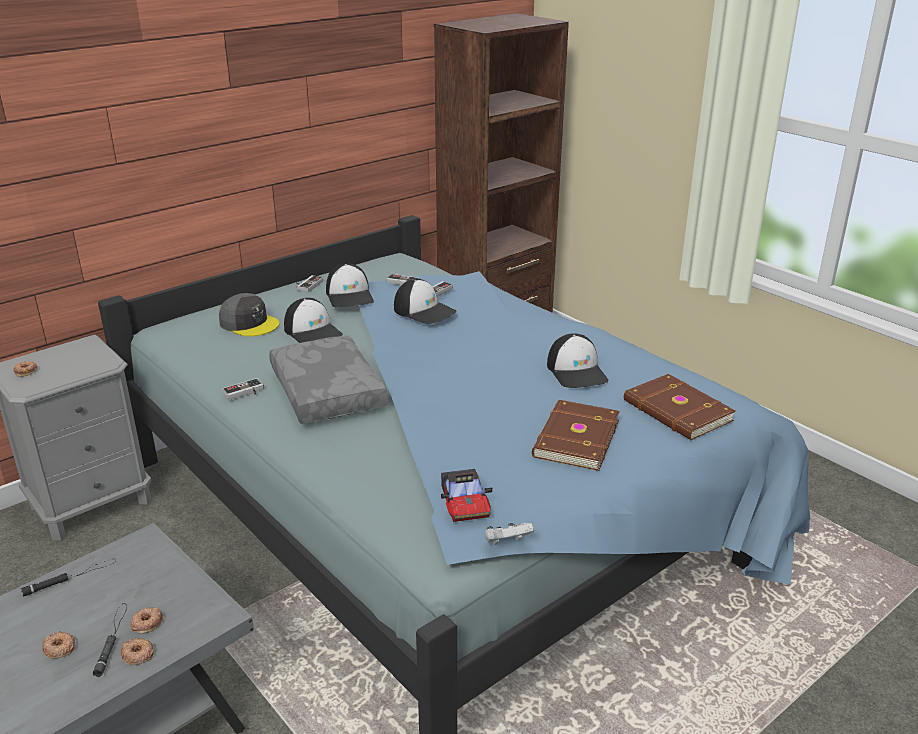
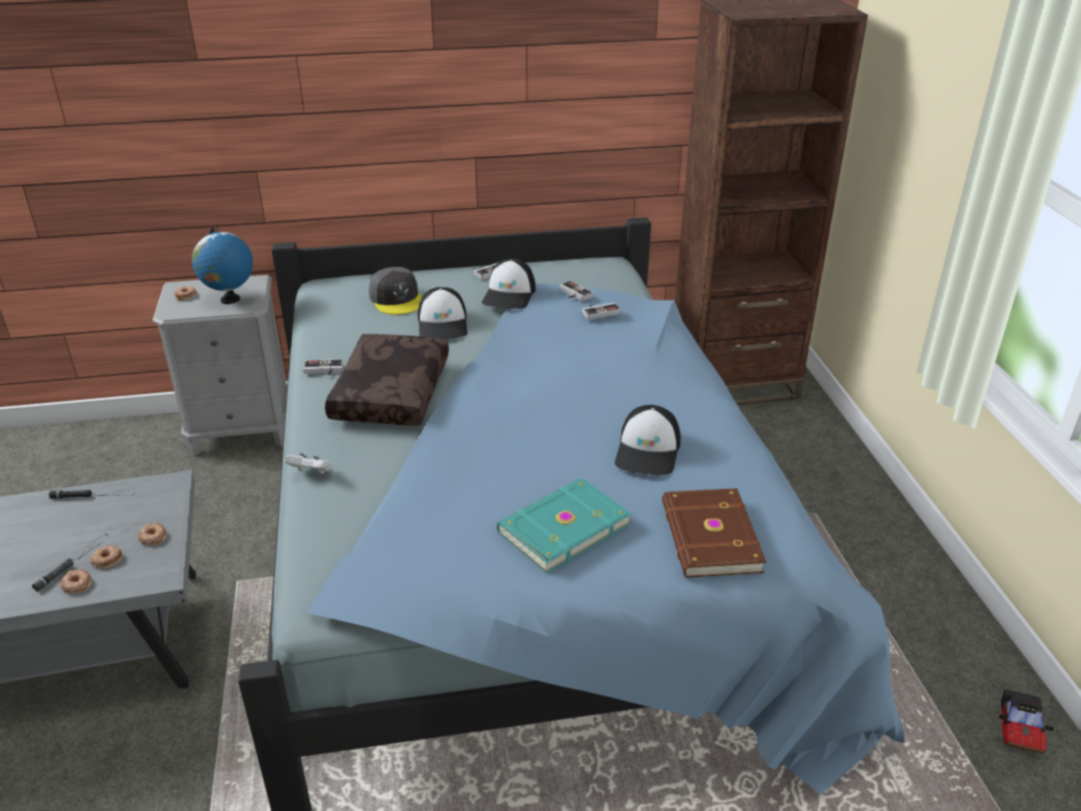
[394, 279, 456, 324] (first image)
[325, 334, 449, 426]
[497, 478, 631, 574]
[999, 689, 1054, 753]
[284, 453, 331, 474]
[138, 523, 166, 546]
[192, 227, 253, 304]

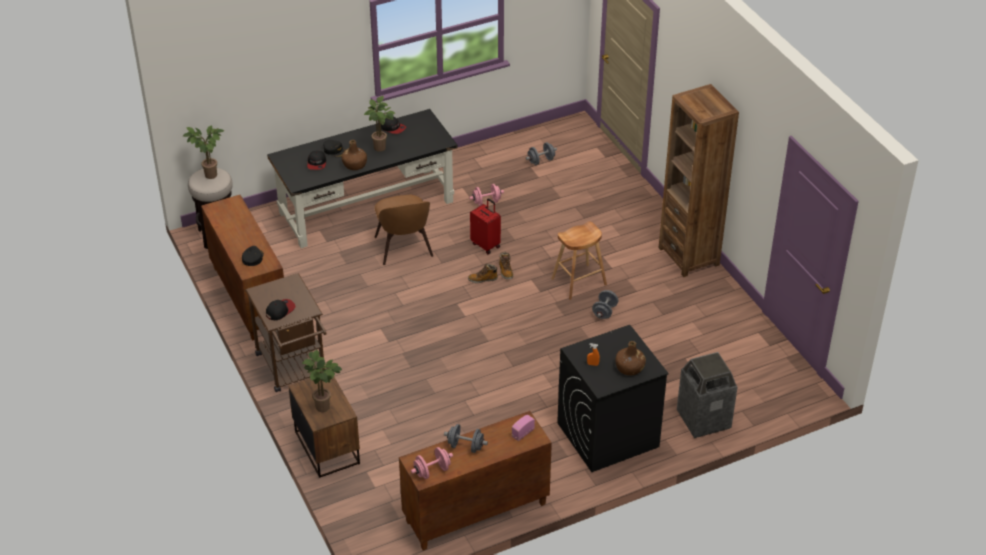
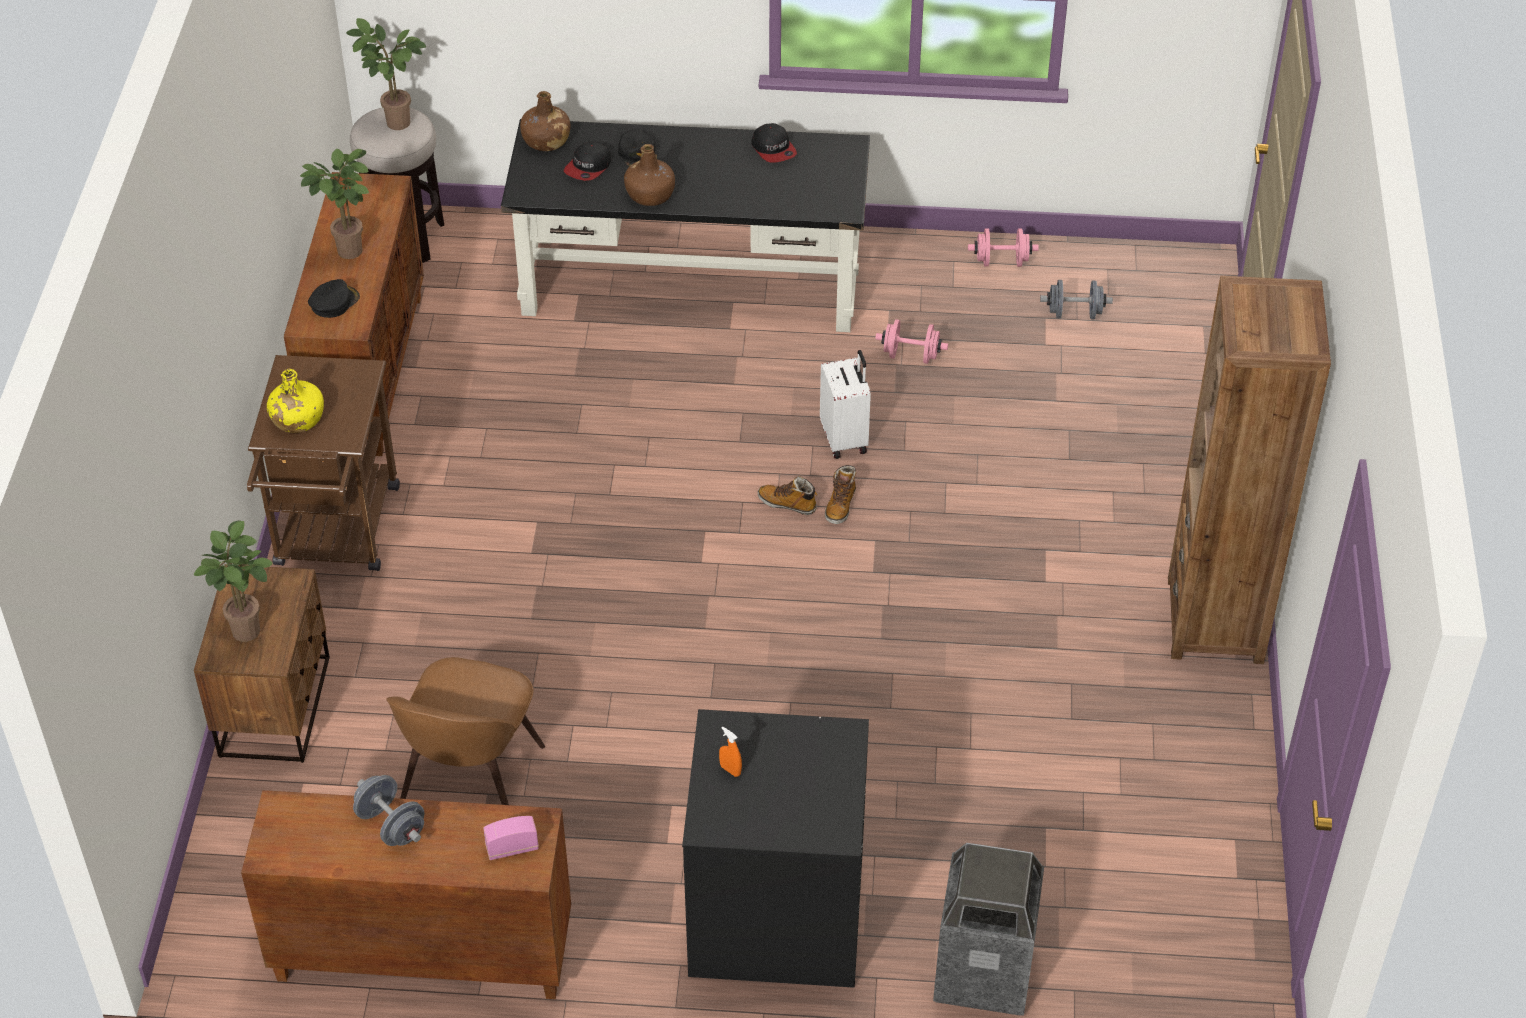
[300, 149, 369, 259]
[386, 657, 545, 805]
[820, 350, 871, 459]
[551, 221, 607, 300] (first image)
[592, 290, 618, 319] (first image)
[267, 369, 324, 433]
[520, 91, 570, 151]
[968, 228, 1039, 267]

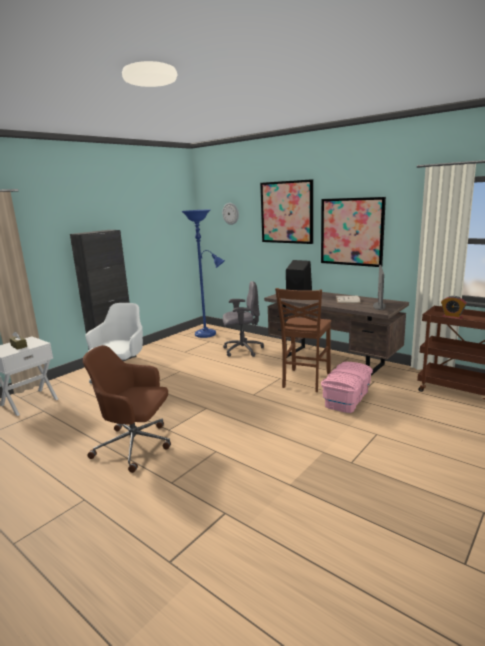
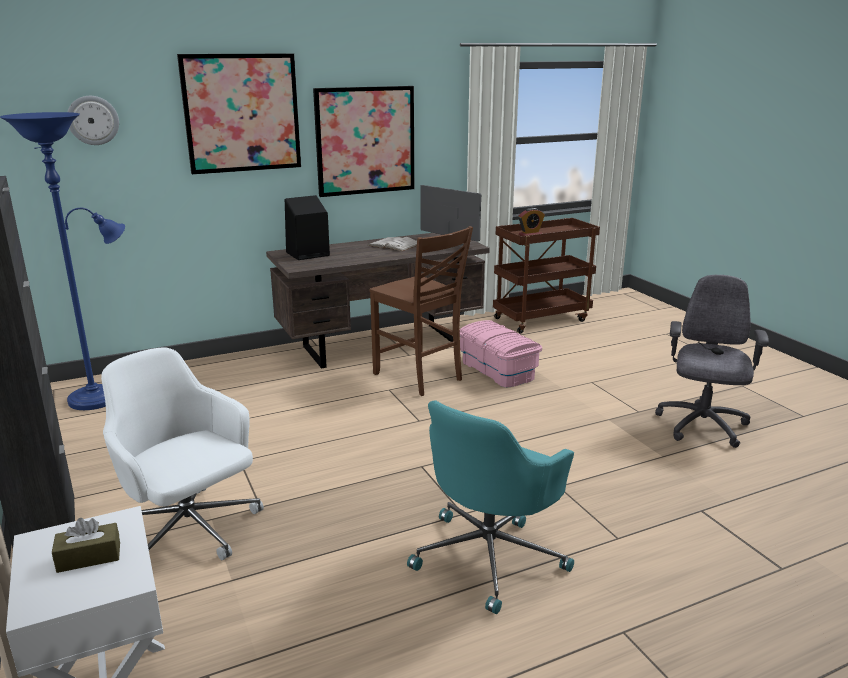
[655, 275, 769, 448]
[407, 401, 574, 614]

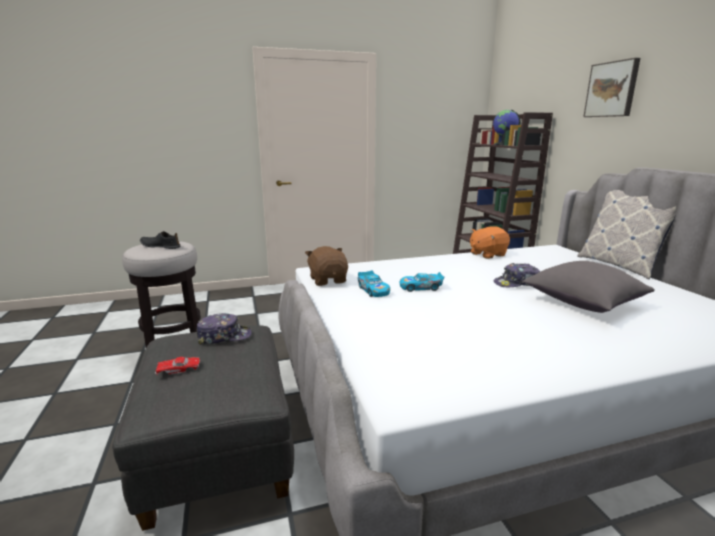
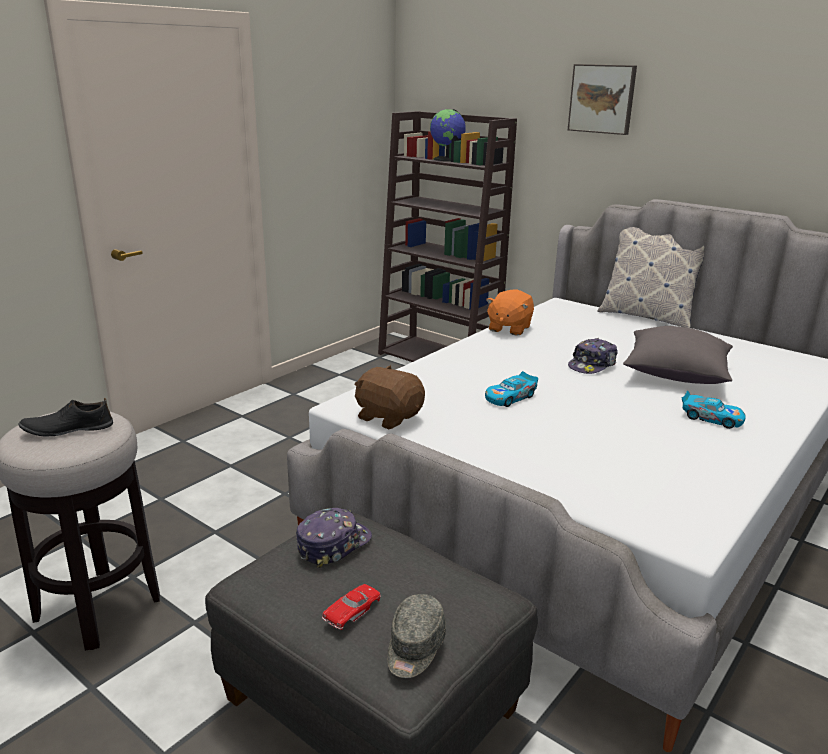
[682, 391, 746, 429]
[387, 594, 446, 678]

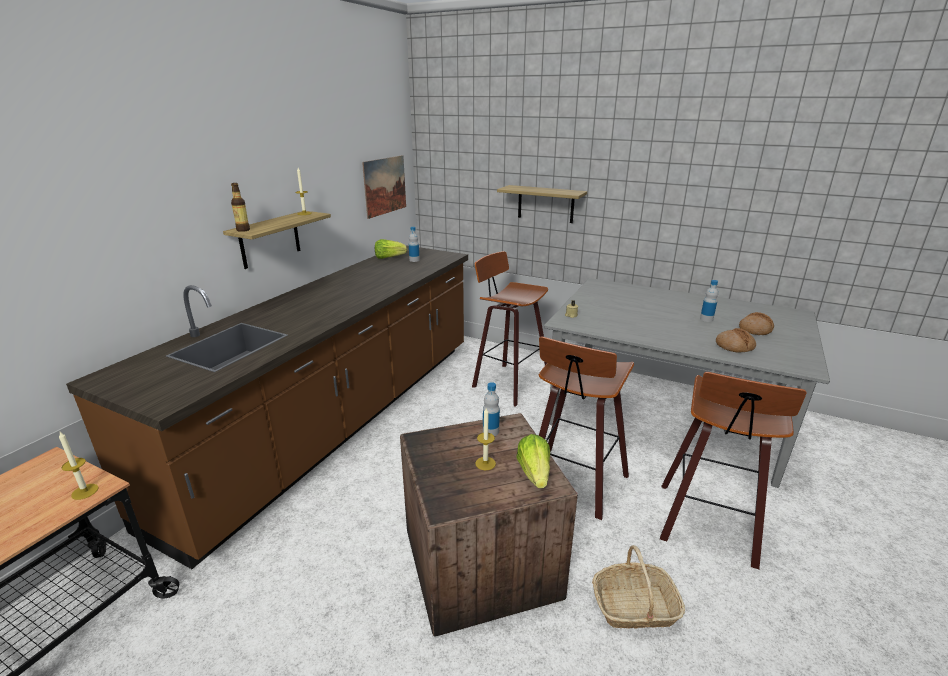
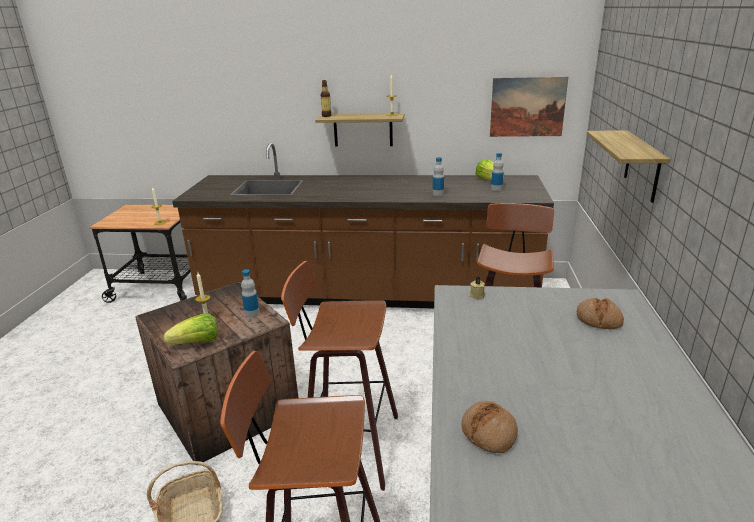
[433, 157, 444, 196]
[576, 298, 624, 329]

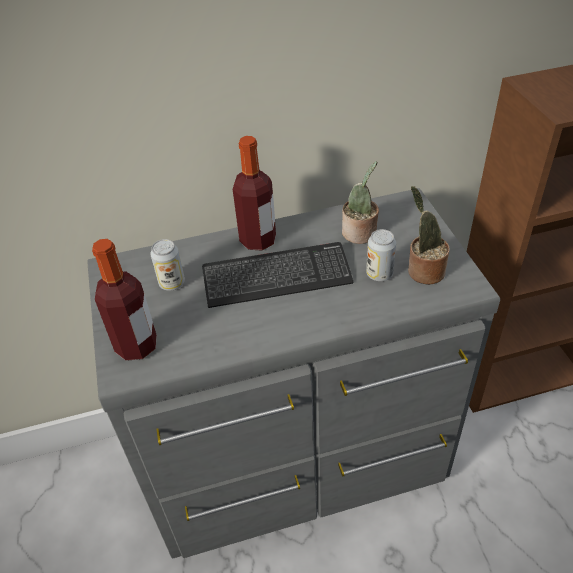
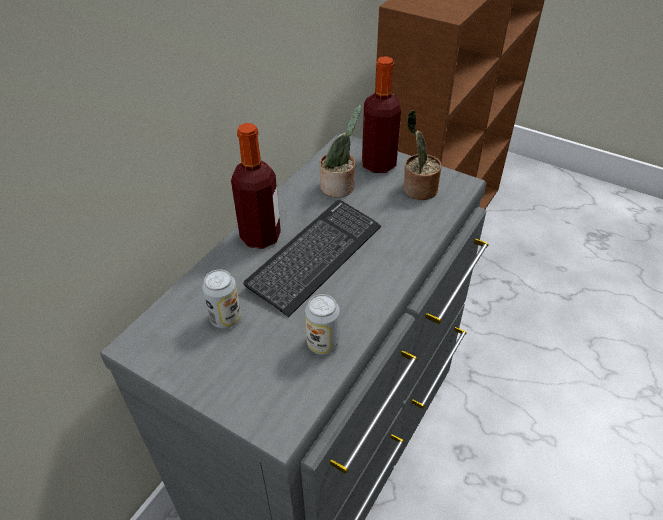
[305, 294, 340, 355]
[362, 57, 401, 173]

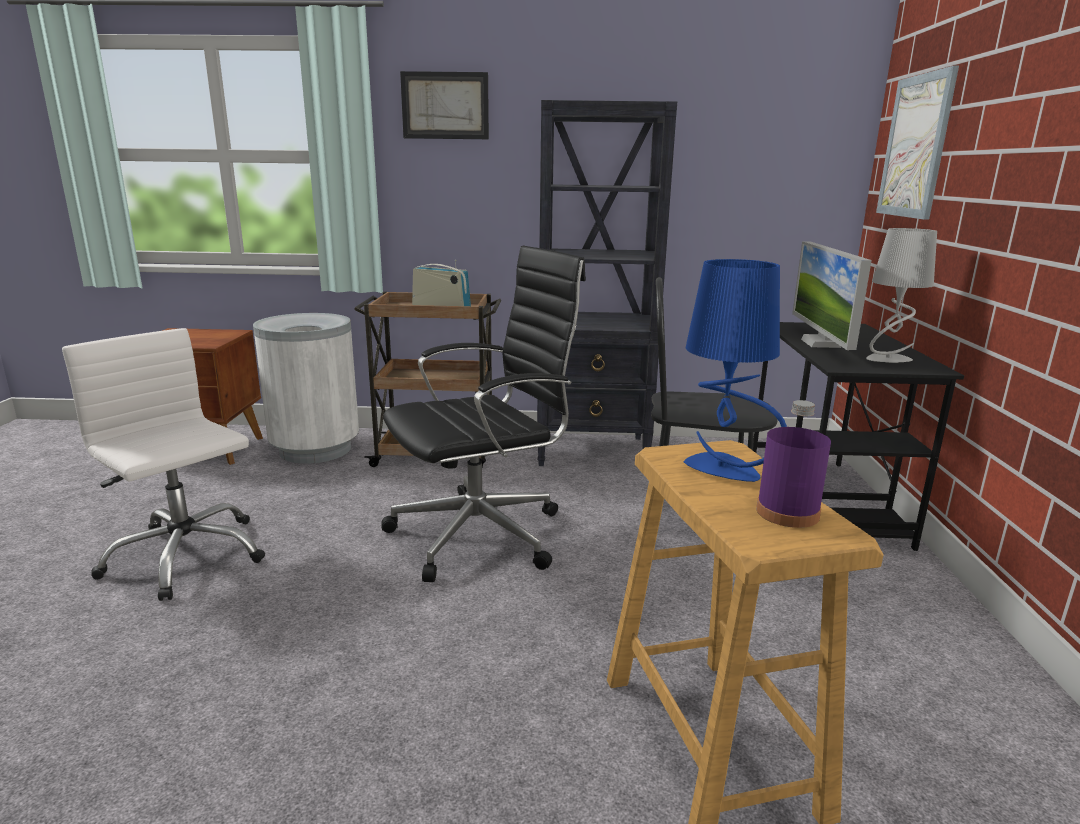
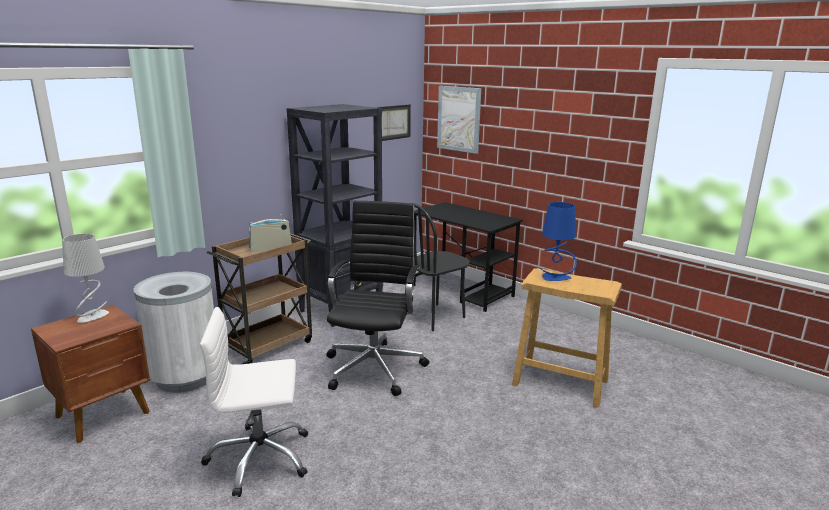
[377, 104, 411, 141]
[62, 233, 109, 323]
[792, 241, 872, 350] (first image)
[756, 400, 831, 528] (first image)

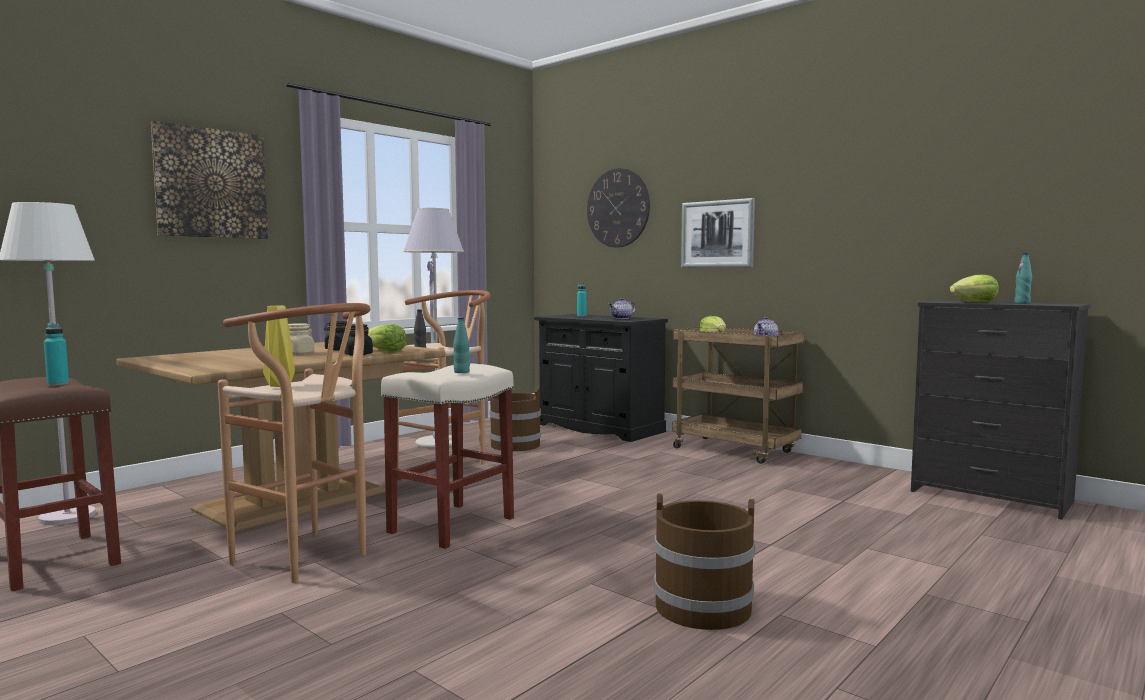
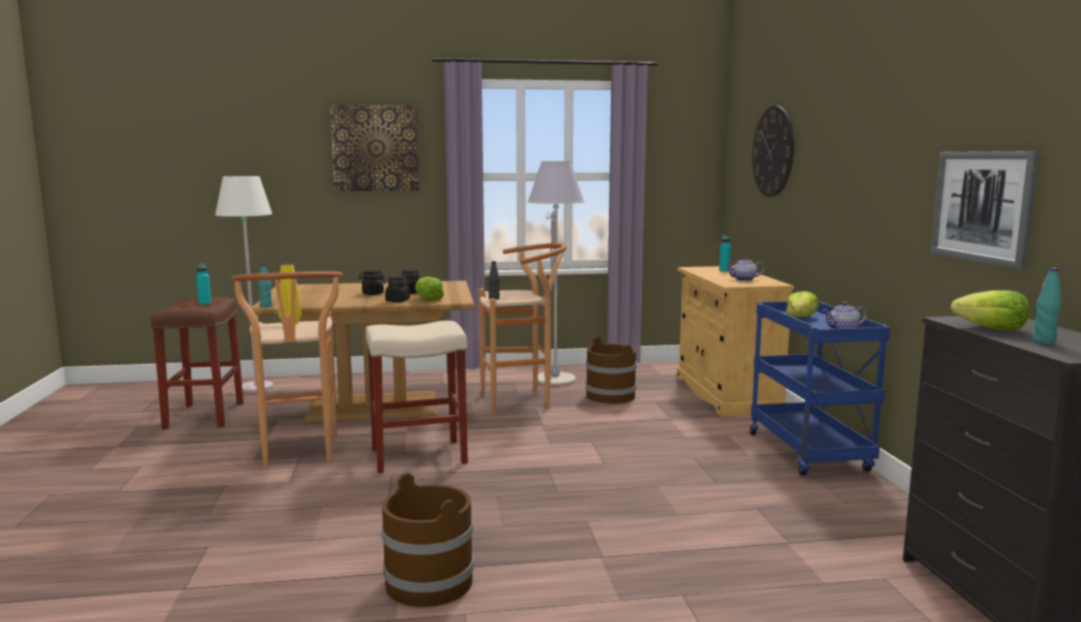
[930, 151, 1040, 270]
[677, 266, 794, 417]
[258, 264, 272, 307]
[359, 270, 386, 295]
[750, 301, 890, 476]

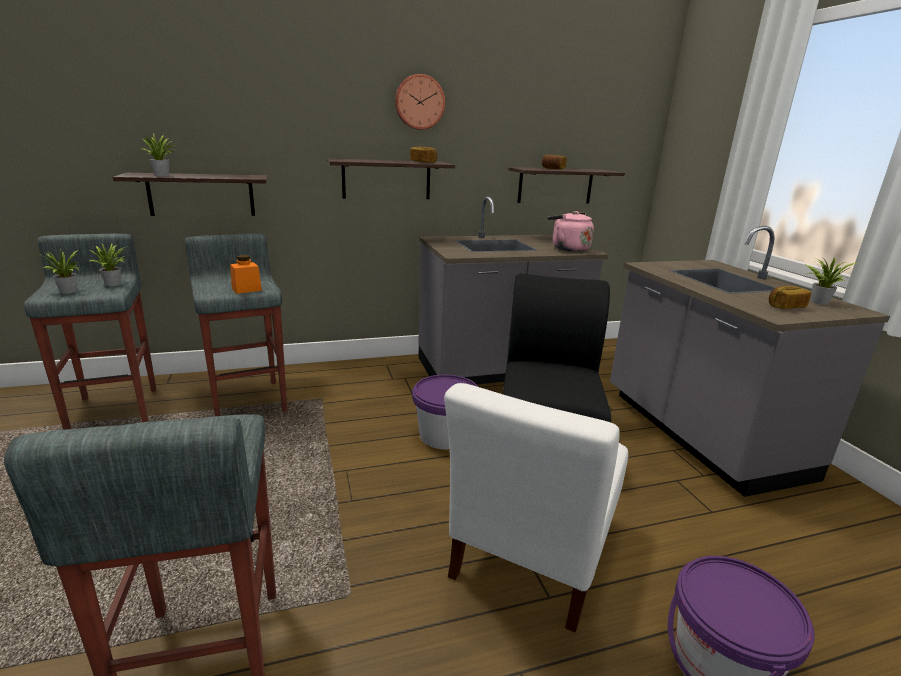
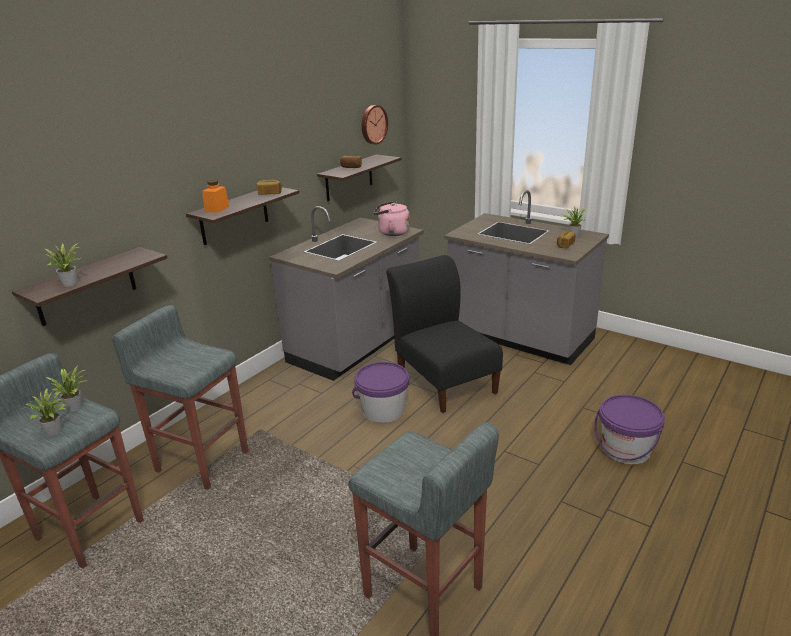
[362, 105, 388, 145]
[202, 180, 229, 213]
[444, 383, 628, 632] (first image)

